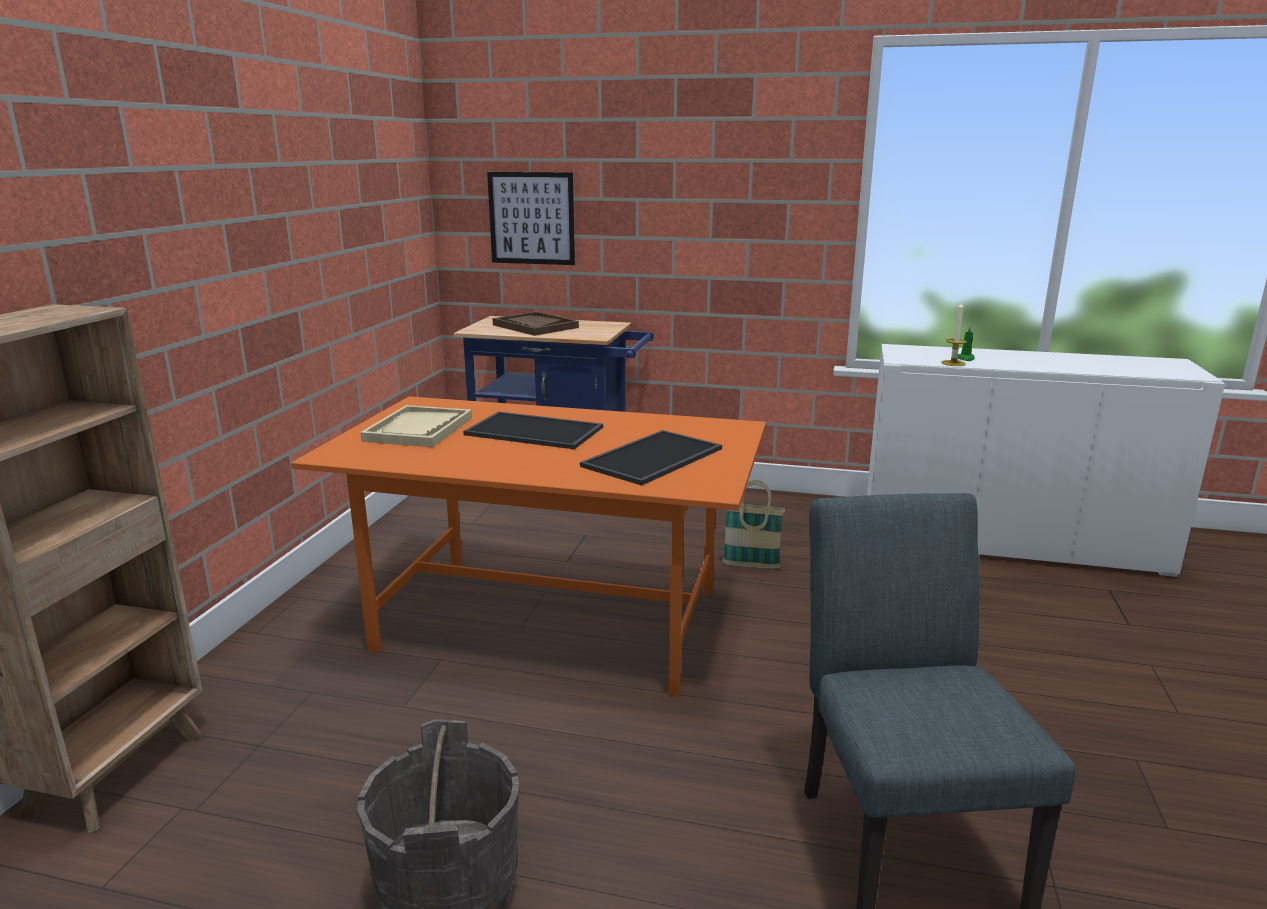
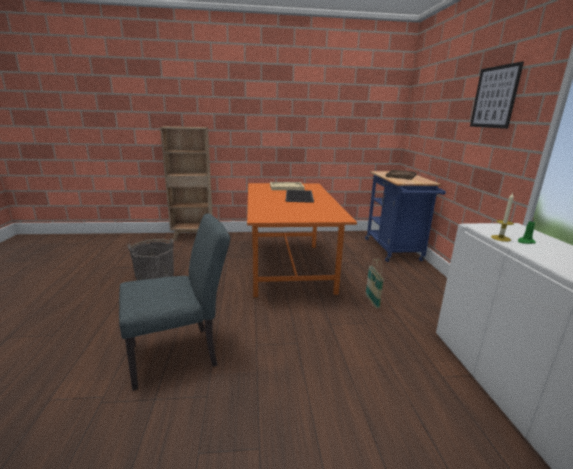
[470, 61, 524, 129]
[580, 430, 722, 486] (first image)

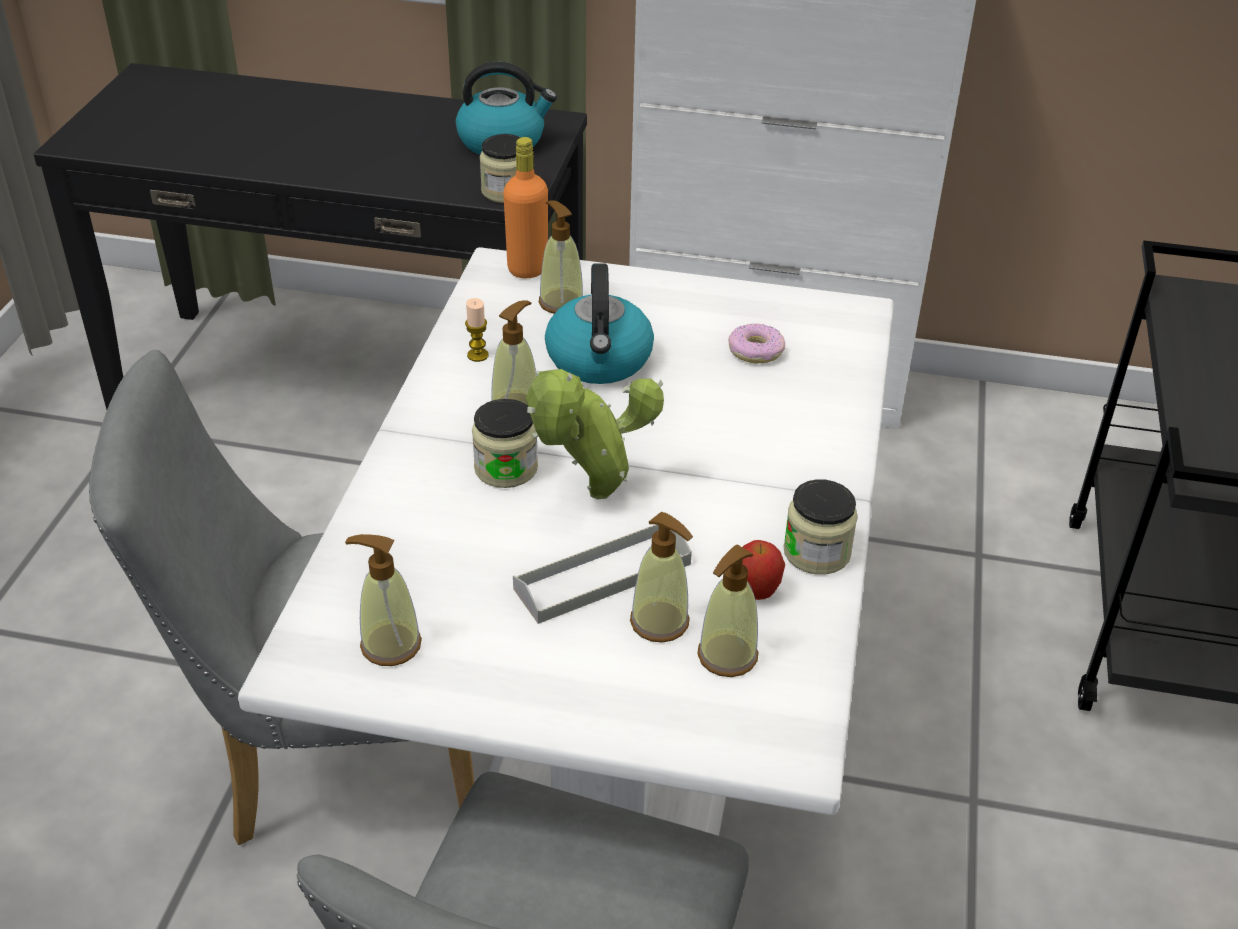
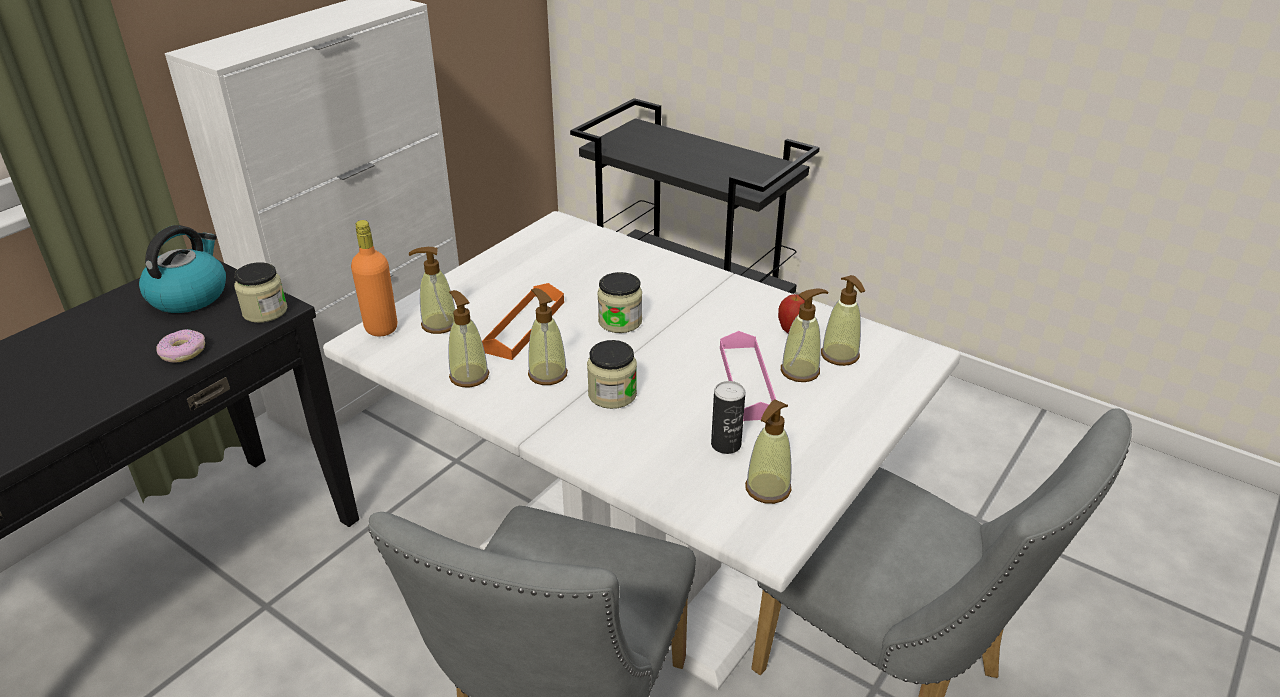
[482, 283, 564, 360]
[448, 290, 489, 387]
[156, 329, 205, 363]
[526, 369, 664, 499] (first image)
[597, 272, 642, 333]
[720, 331, 776, 421]
[711, 381, 745, 454]

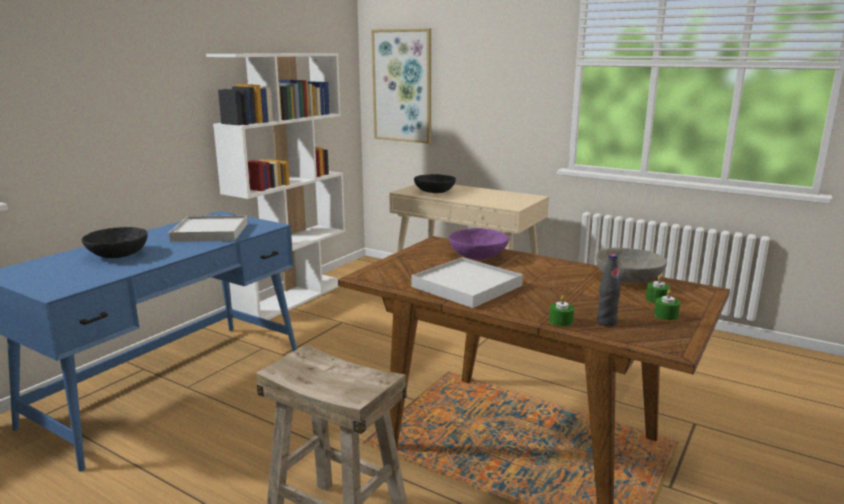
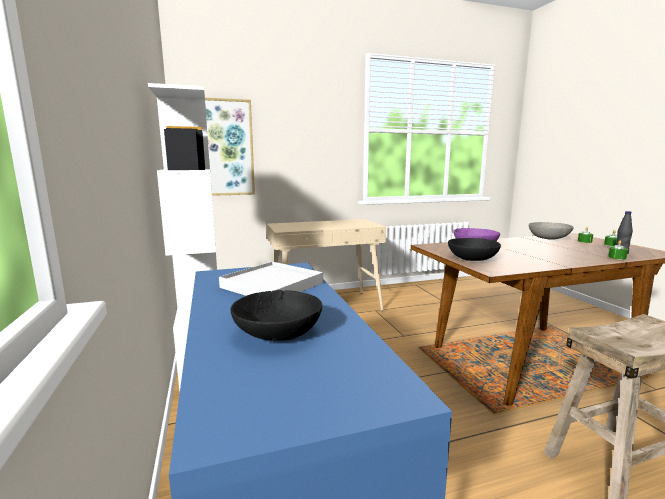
[448, 238, 501, 261]
[411, 257, 523, 308] (first image)

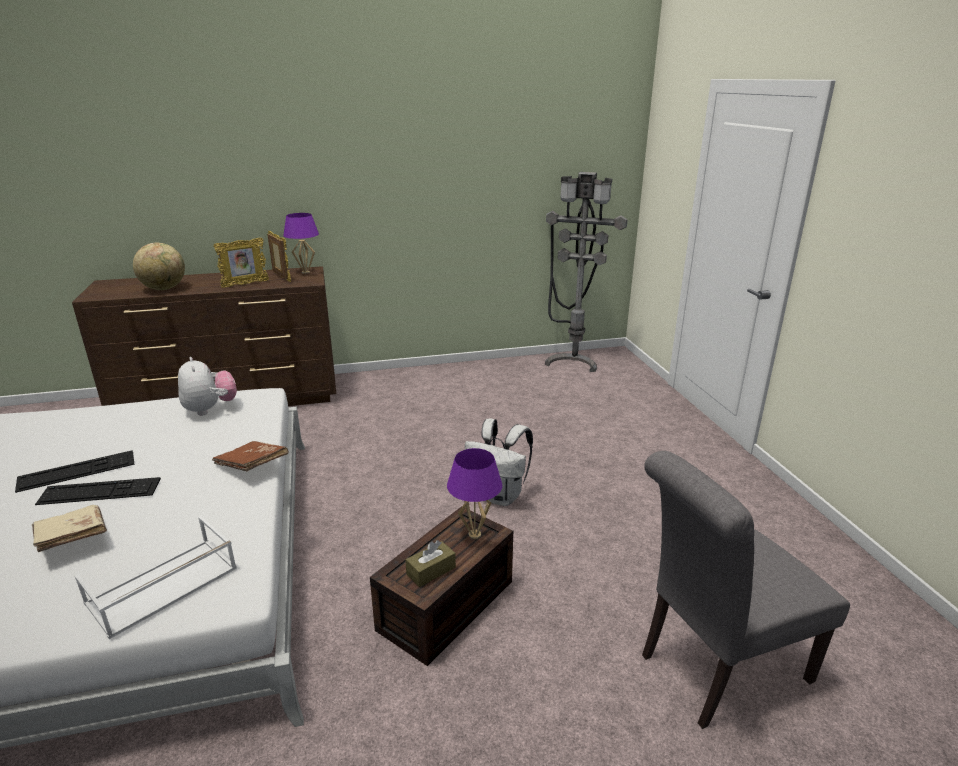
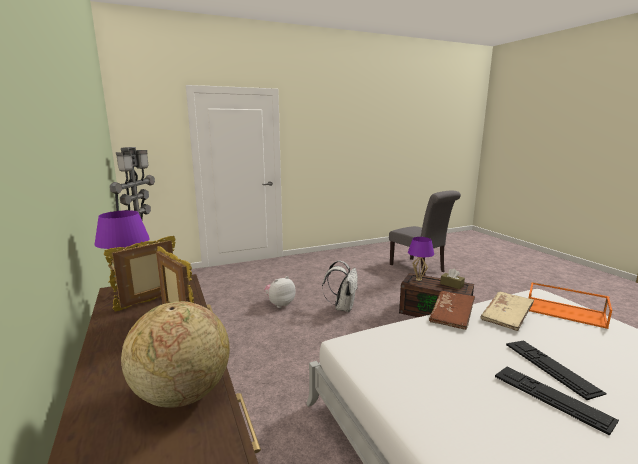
[265, 276, 296, 308]
[481, 292, 534, 331]
[529, 282, 612, 329]

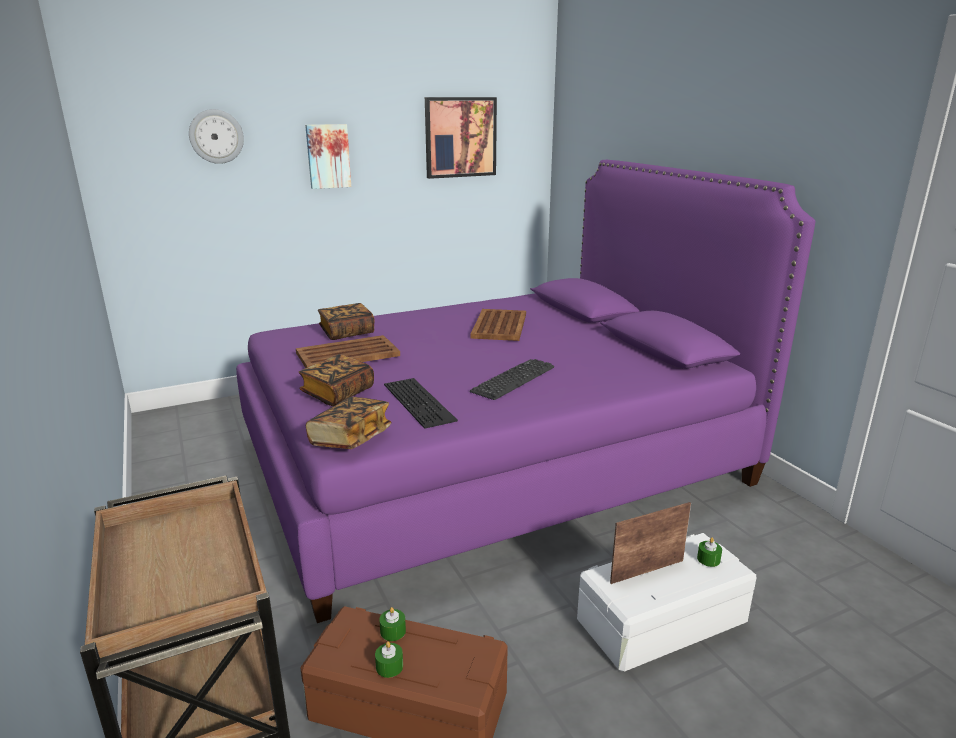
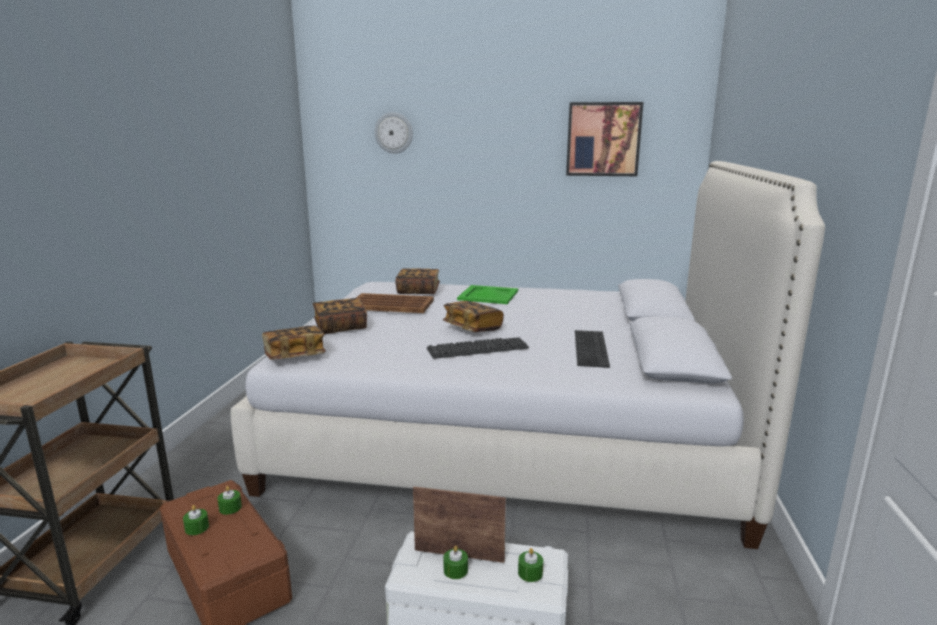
[305, 124, 351, 189] (first image)
[231, 161, 825, 549]
[470, 309, 526, 341] (first image)
[575, 330, 610, 368]
[457, 285, 518, 304]
[443, 301, 504, 332]
[443, 546, 468, 579]

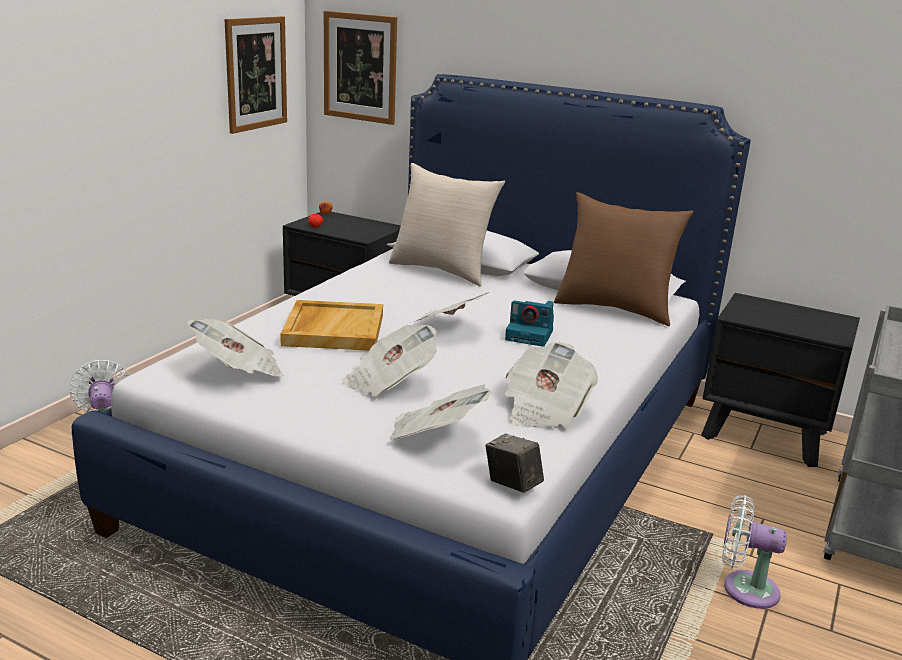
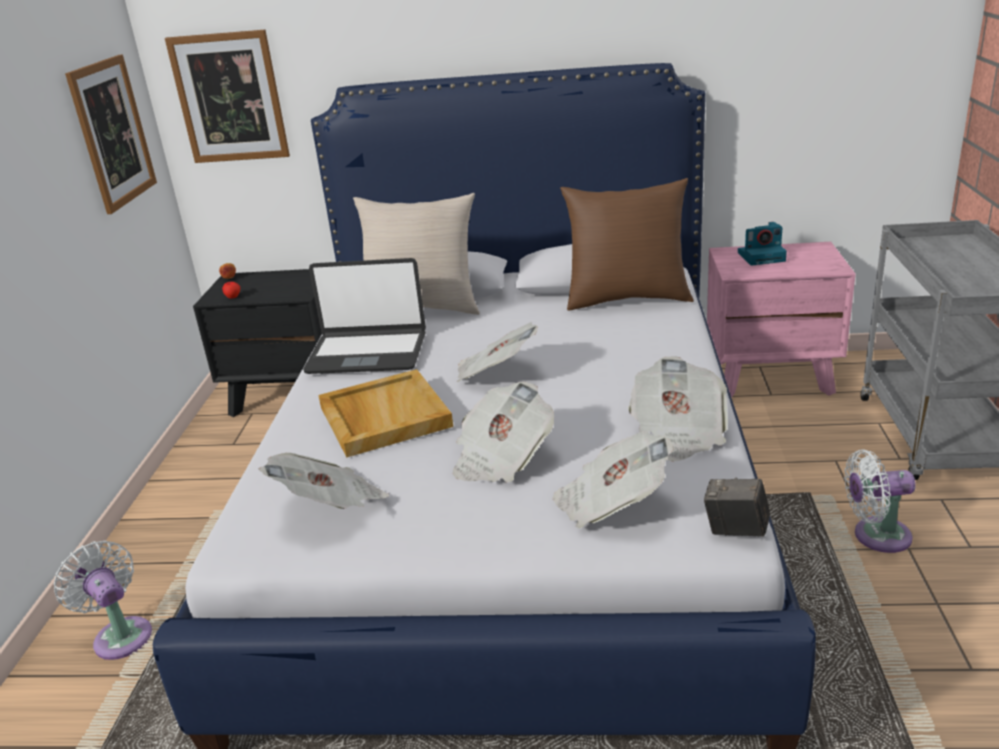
[707, 242, 856, 398]
[738, 222, 787, 266]
[303, 258, 426, 374]

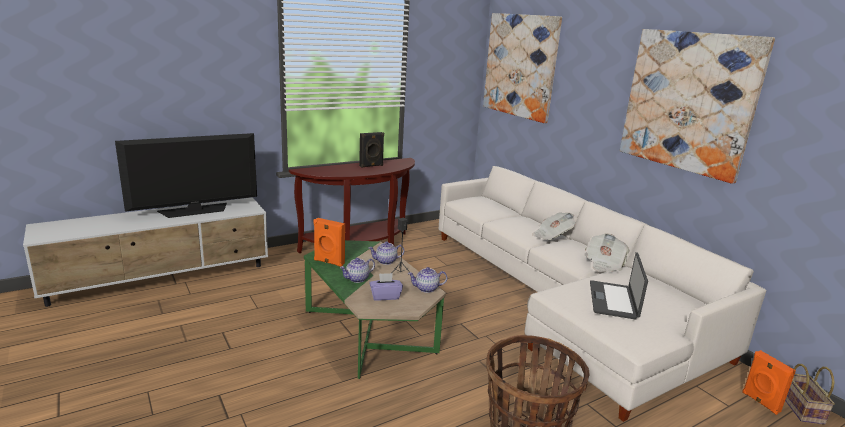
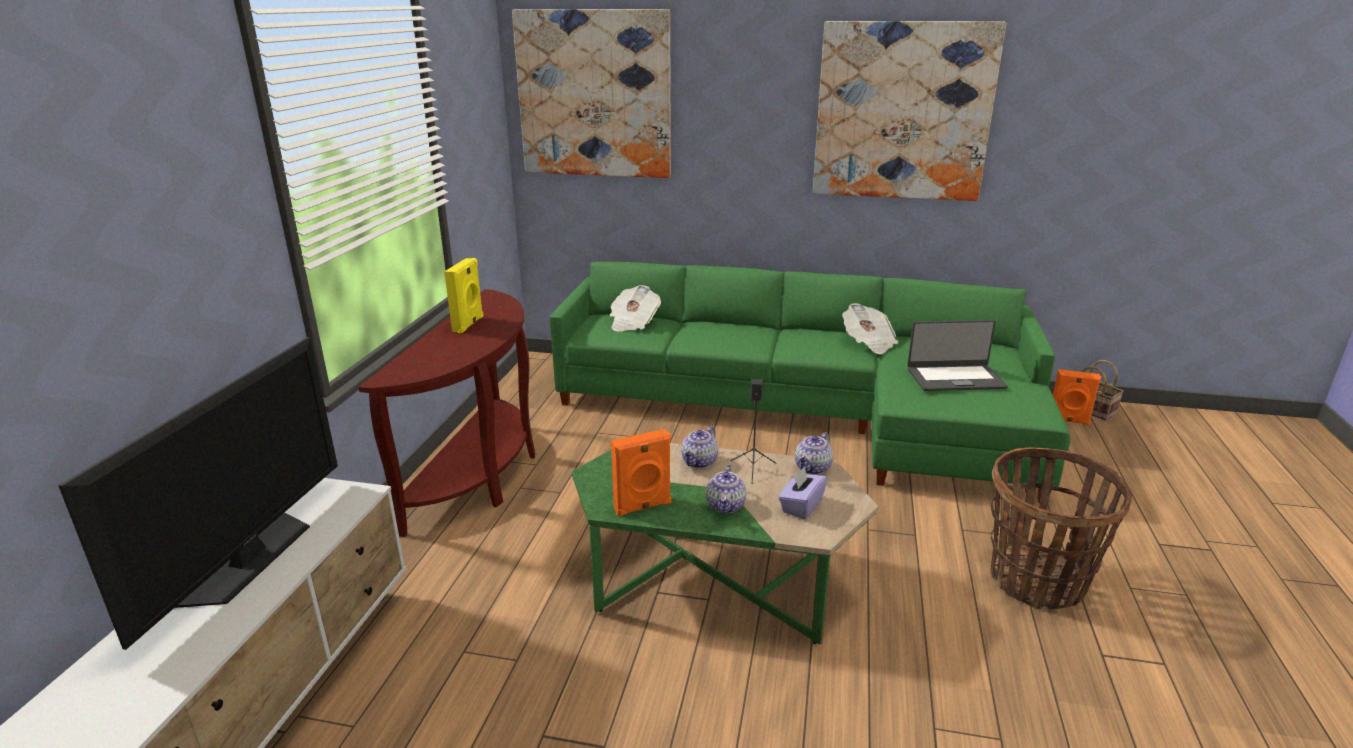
[444, 258, 484, 333]
[550, 262, 1071, 503]
[610, 285, 661, 331]
[907, 320, 1008, 391]

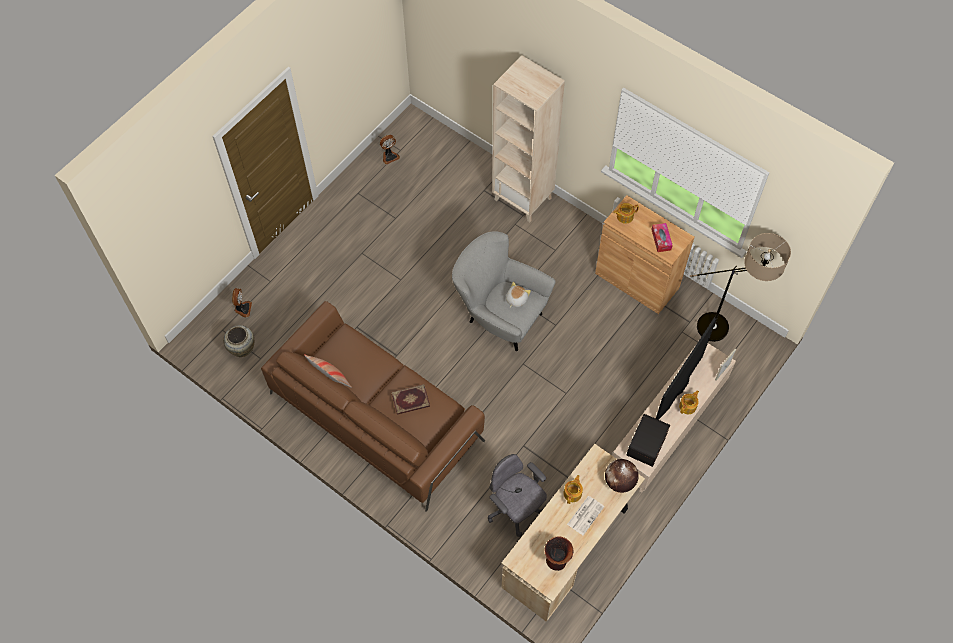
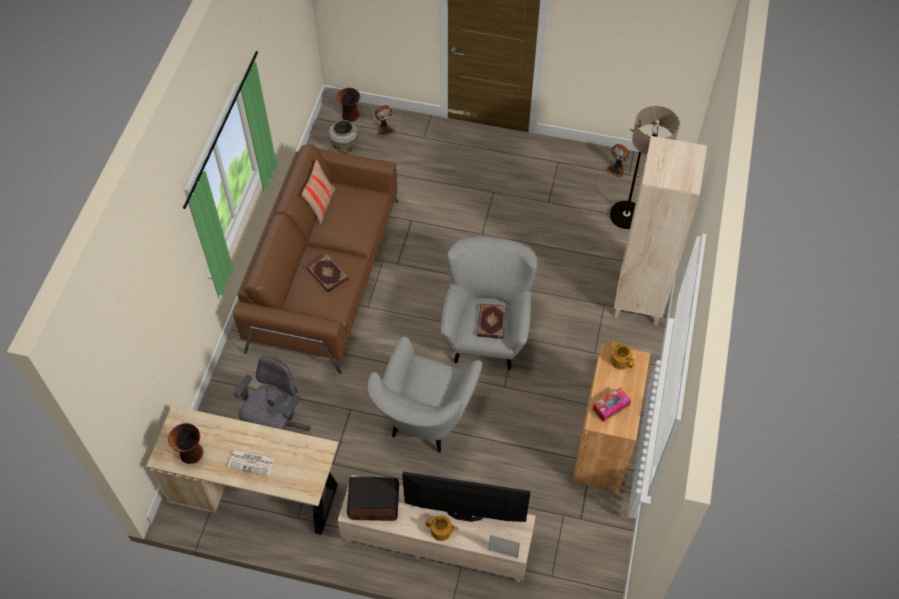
[610, 106, 680, 229]
[477, 304, 507, 339]
[605, 459, 639, 493] (first image)
[563, 475, 583, 504] (first image)
[337, 88, 360, 122]
[368, 336, 483, 453]

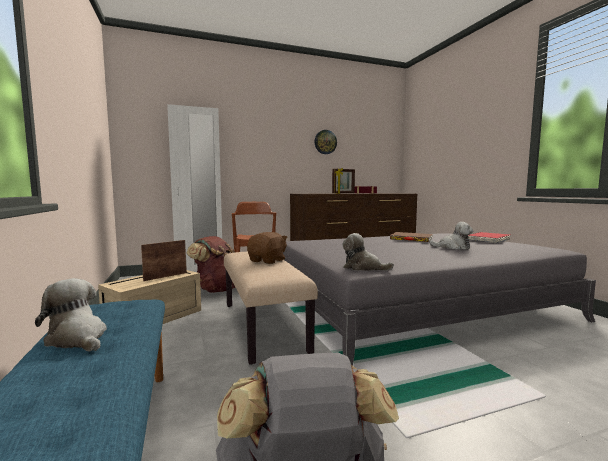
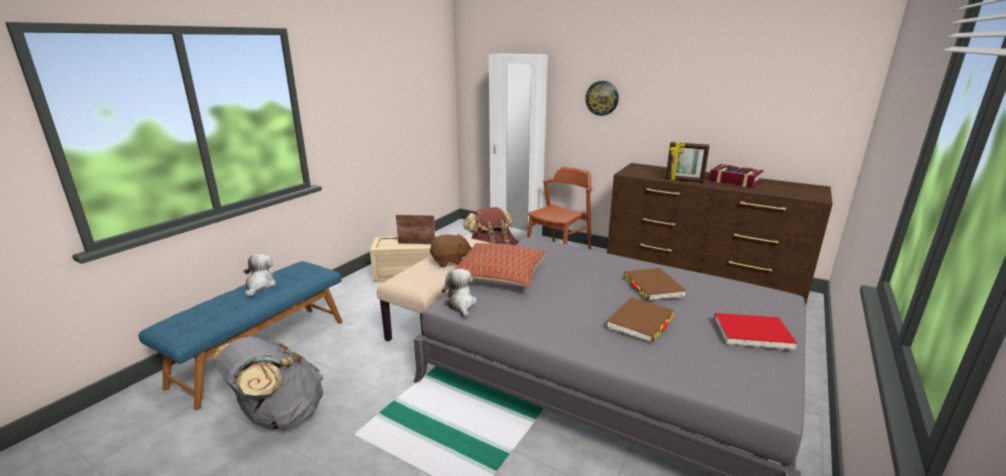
[585, 81, 619, 116]
[607, 297, 674, 342]
[455, 243, 546, 287]

